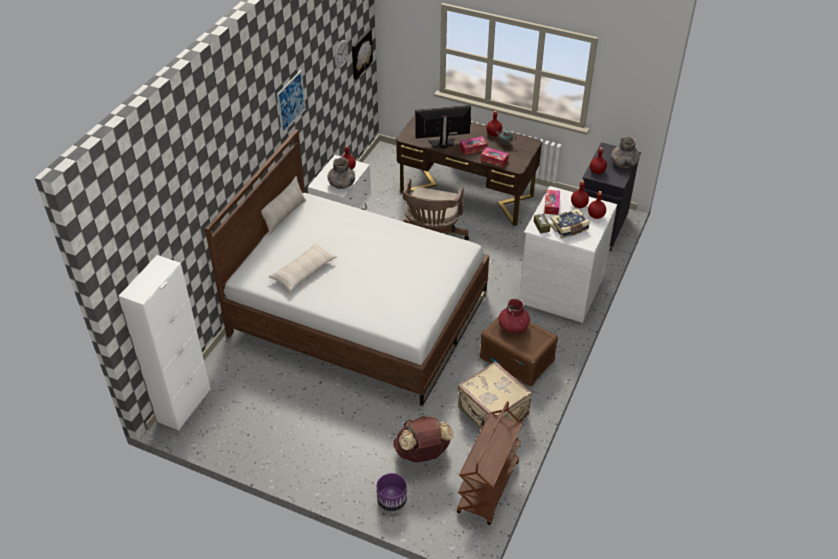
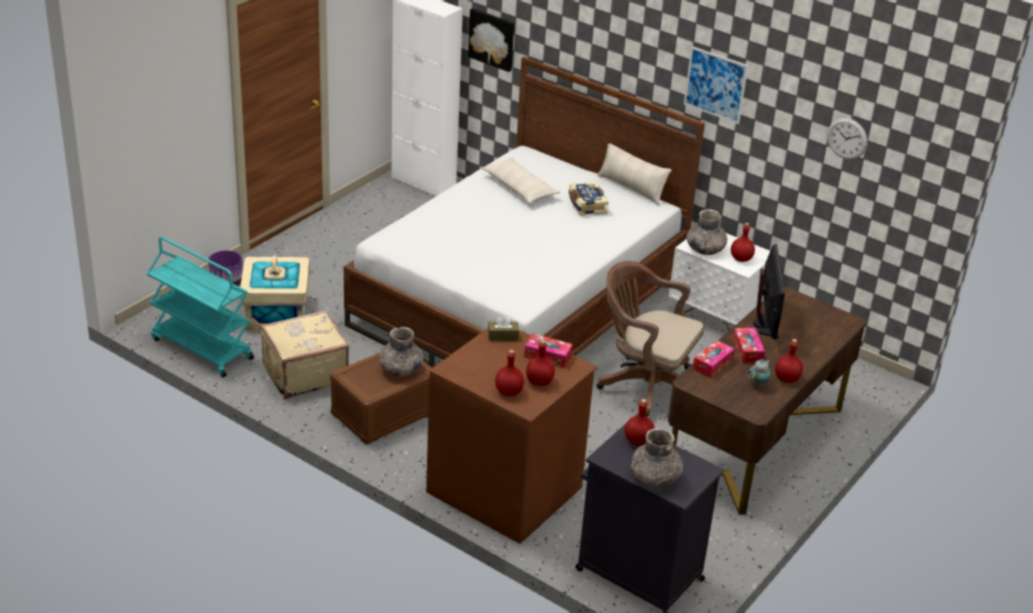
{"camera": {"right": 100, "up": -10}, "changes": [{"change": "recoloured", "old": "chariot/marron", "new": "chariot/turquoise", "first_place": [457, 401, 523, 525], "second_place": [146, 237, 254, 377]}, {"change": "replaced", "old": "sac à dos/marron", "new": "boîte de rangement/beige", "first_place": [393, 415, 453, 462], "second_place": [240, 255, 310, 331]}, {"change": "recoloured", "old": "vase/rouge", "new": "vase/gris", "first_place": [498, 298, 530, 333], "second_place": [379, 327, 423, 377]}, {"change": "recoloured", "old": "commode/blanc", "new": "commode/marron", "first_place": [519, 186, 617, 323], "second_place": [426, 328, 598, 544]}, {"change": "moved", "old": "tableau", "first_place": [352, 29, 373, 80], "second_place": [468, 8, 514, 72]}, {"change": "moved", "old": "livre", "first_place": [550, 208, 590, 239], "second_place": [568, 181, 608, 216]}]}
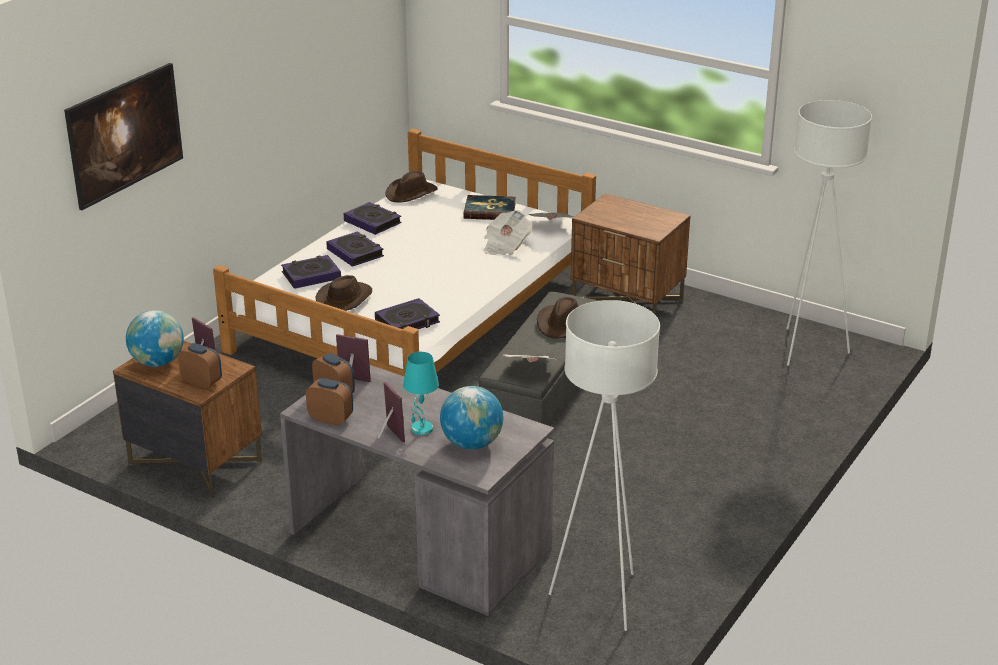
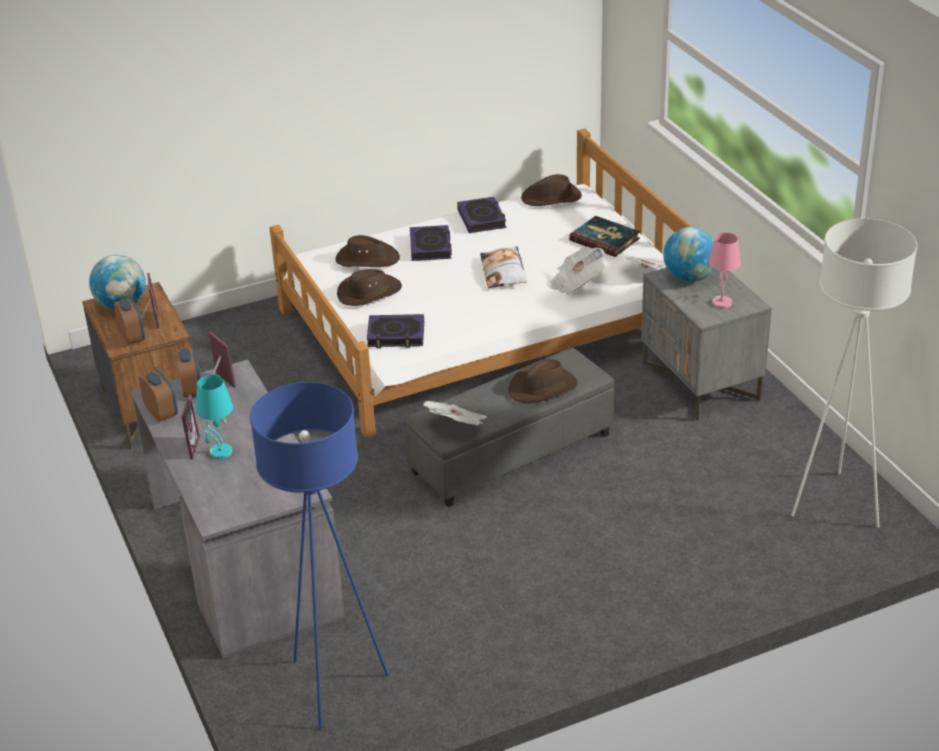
{"camera": {"right": 35, "up": 5}, "changes": [{"change": "recoloured", "old": "lampadaire/blanc", "new": "lampadaire/bleu", "first_place": [549, 300, 660, 631], "second_place": [250, 382, 389, 730]}, {"change": "replaced", "old": "livre", "new": "chapeau/marron", "first_place": [281, 255, 341, 289], "second_place": [335, 235, 400, 267]}, {"change": "added", "new": "coussin", "second_place": [480, 246, 527, 288]}, {"change": "recoloured", "old": "table de chevet/marron", "new": "table de chevet/gris", "first_place": [571, 193, 691, 315], "second_place": [641, 268, 772, 421]}, {"change": "moved", "old": "globe", "first_place": [440, 386, 503, 450], "second_place": [663, 227, 714, 282]}, {"change": "added", "new": "lampe de table/rose", "second_place": [708, 233, 741, 309]}, {"change": "removed", "old": "tableau", "first_place": [64, 63, 183, 210]}]}
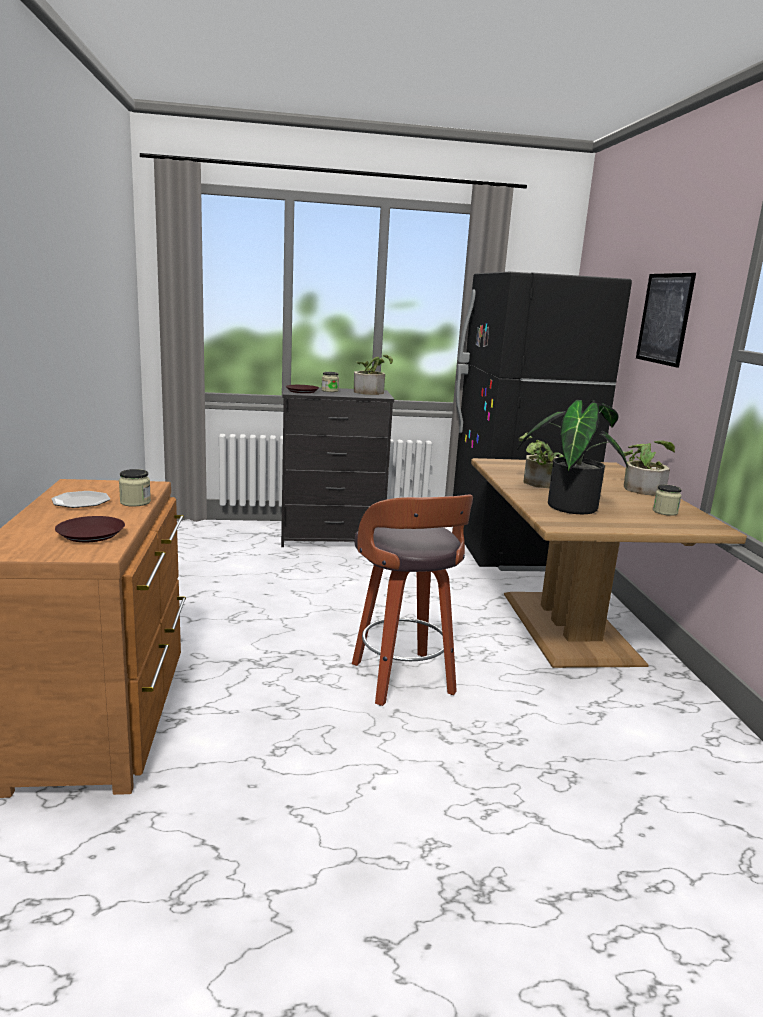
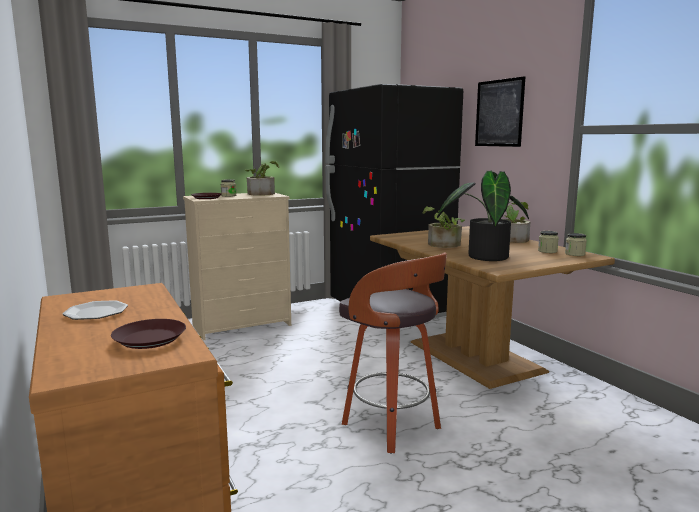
{"camera": {"right": -20, "up": -5}, "changes": [{"change": "recoloured", "old": "commode/noir", "new": "commode/beige", "first_place": [281, 386, 394, 547], "second_place": [183, 193, 291, 340]}, {"change": "moved", "old": "bocal", "first_place": [119, 469, 151, 507], "second_place": [565, 233, 587, 256]}]}
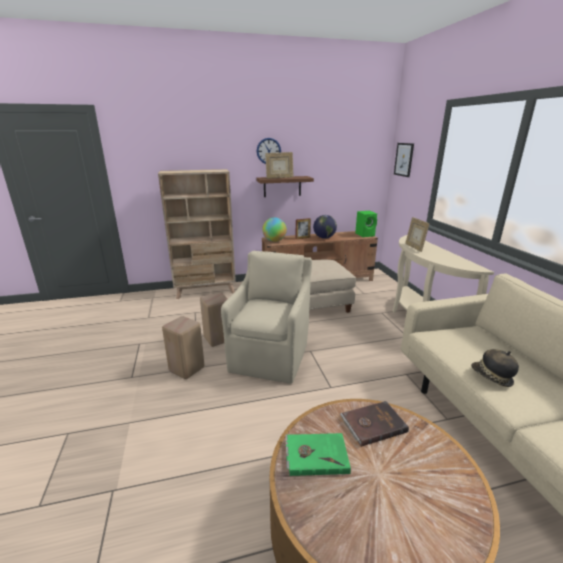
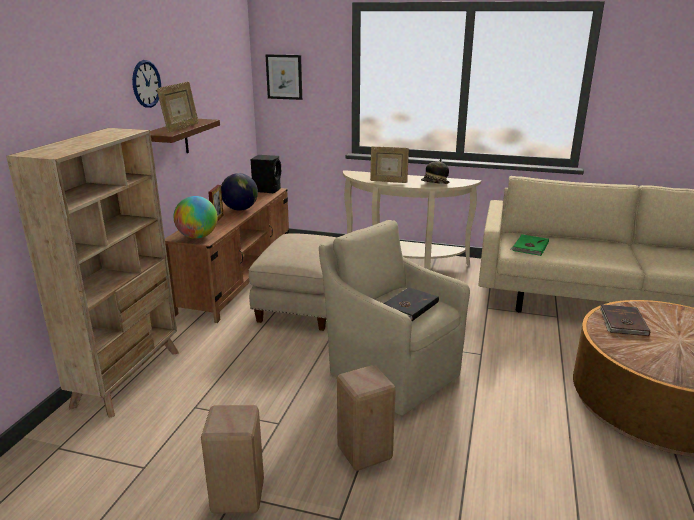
{"camera": {"right": -60, "up": 0}, "changes": [{"change": "moved", "old": "tabouret/beige", "first_place": [200, 292, 228, 347], "second_place": [201, 405, 264, 514]}, {"change": "recoloured", "old": "enceinte/vert", "new": "enceinte/noir", "first_place": [355, 211, 377, 237], "second_place": [251, 155, 281, 193]}, {"change": "added", "new": "livre/noir", "second_place": [383, 287, 439, 321]}, {"change": "moved", "old": "chapeau", "first_place": [471, 349, 519, 387], "second_place": [421, 159, 450, 184]}, {"change": "moved", "old": "livre/vert", "first_place": [286, 433, 351, 476], "second_place": [511, 234, 549, 256]}]}
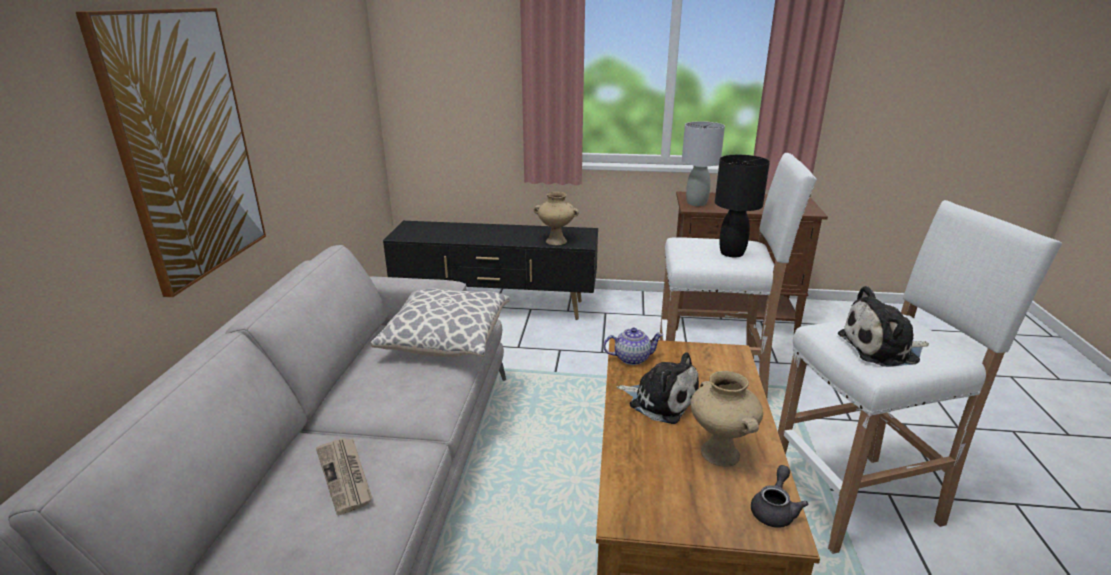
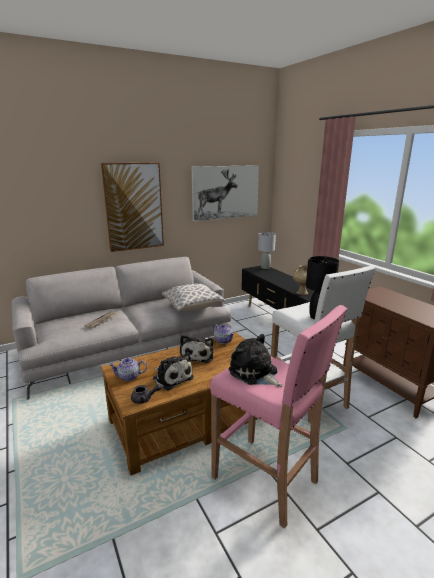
{"camera": {"right": 55, "up": -5}, "changes": [{"change": "added", "new": "théière", "second_place": [109, 358, 147, 381]}, {"change": "replaced", "old": "vase/beige", "new": "peluche", "first_place": [691, 371, 763, 467], "second_place": [153, 352, 194, 391]}, {"change": "added", "new": "tableau", "second_place": [192, 165, 259, 221]}, {"change": "recoloured", "old": "tabouret/blanc", "new": "tabouret/rose", "first_place": [778, 200, 1062, 554], "second_place": [210, 305, 347, 529]}, {"change": "moved", "old": "lampe de table/gris", "first_place": [682, 121, 725, 206], "second_place": [258, 232, 276, 269]}]}
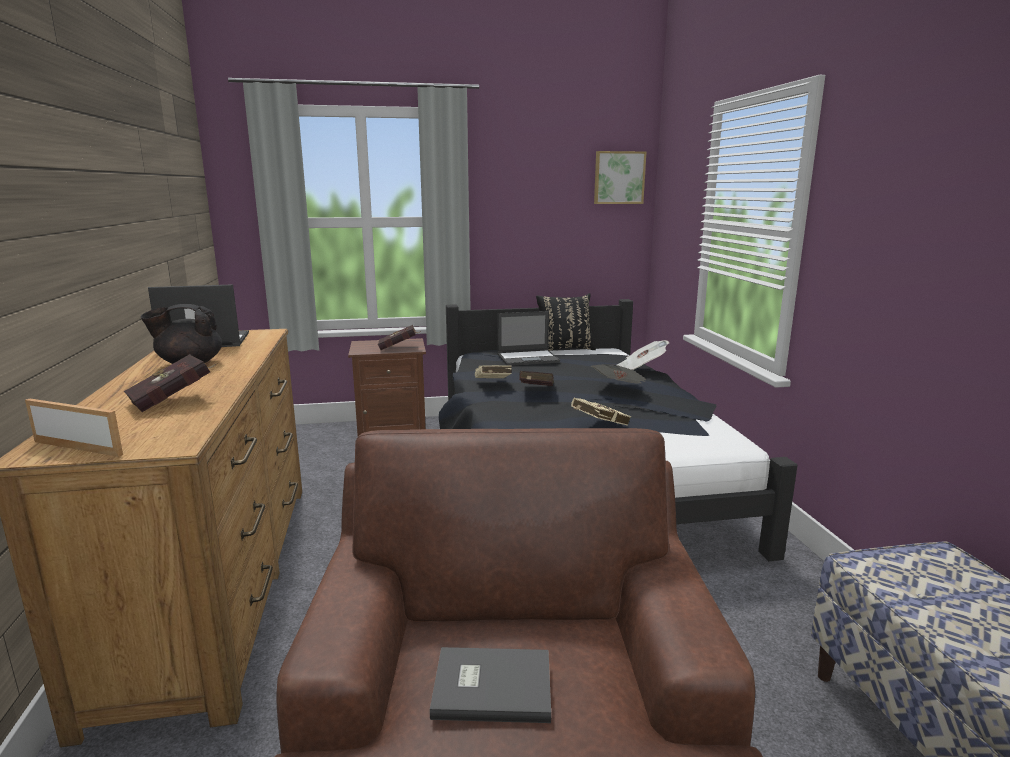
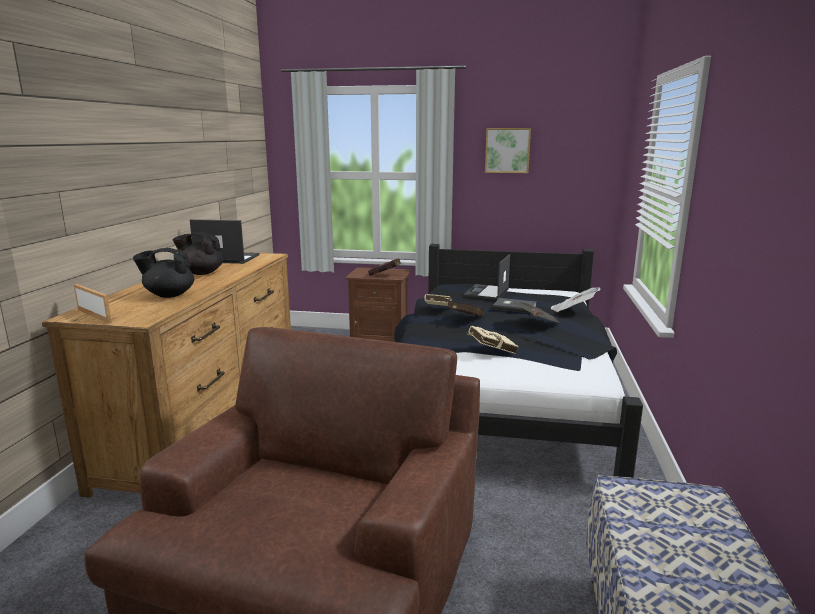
{"camera": {"right": 20, "up": 0}, "changes": [{"change": "replaced", "old": "livre/rouge", "new": "théière/noir", "first_place": [124, 354, 218, 412], "second_place": [133, 248, 194, 298]}, {"change": "turned", "old": "ordinateur portable", "first_place": [497, 311, 560, 366], "second_place": [463, 254, 510, 300], "degrees": 105}, {"change": "moved", "old": "tableau", "first_place": [594, 151, 646, 204], "second_place": [485, 128, 531, 173]}, {"change": "moved", "old": "livre/gris", "first_place": [430, 647, 551, 723], "second_place": [493, 298, 536, 313]}, {"change": "removed", "old": "coussin/noir", "first_place": [536, 293, 596, 351]}]}
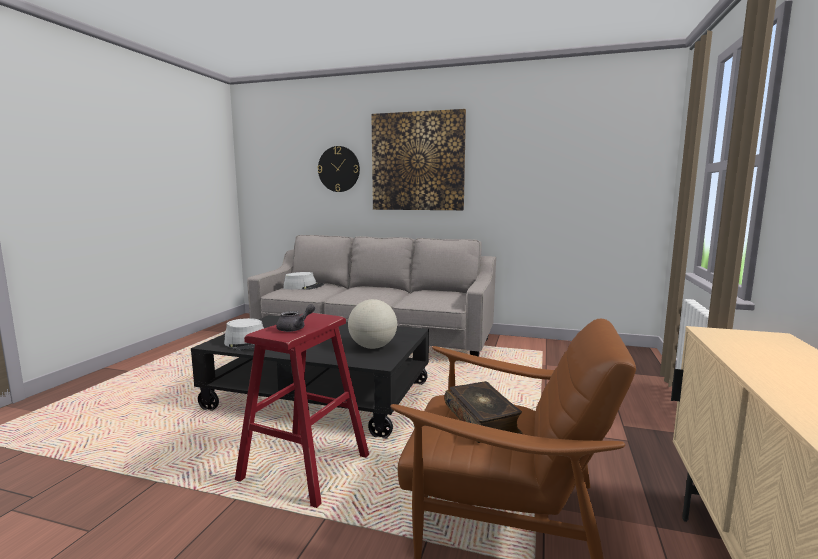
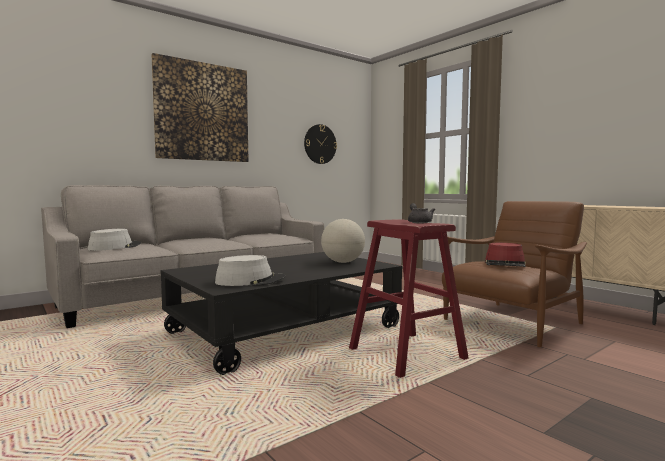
{"camera": {"right": -55, "up": -5}, "changes": [{"change": "moved", "old": "horloge murale", "first_place": [317, 146, 360, 192], "second_place": [304, 124, 337, 164]}, {"change": "replaced", "old": "livre", "new": "chapeau/rouge", "first_place": [445, 381, 522, 443], "second_place": [485, 243, 526, 267]}]}
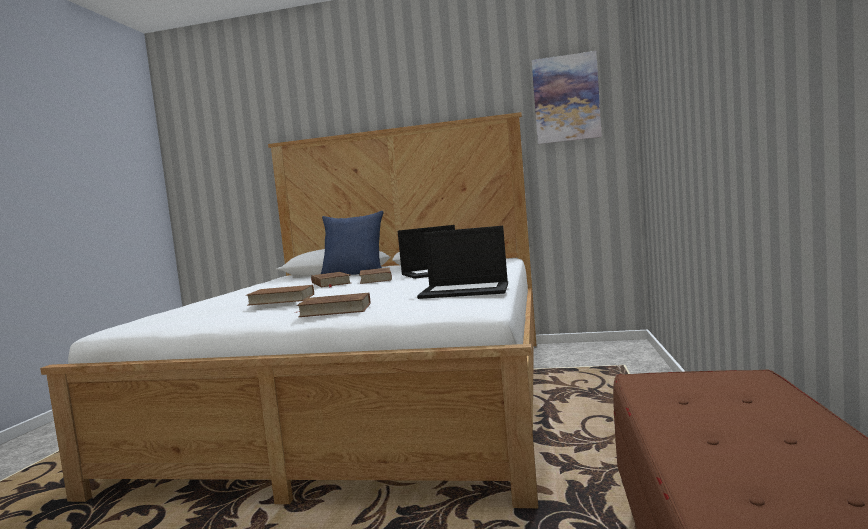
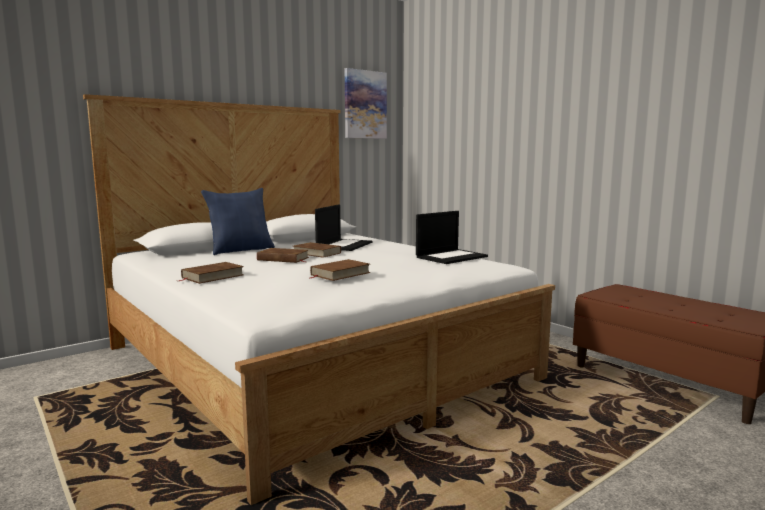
{"camera": {"right": -50, "up": 5}, "changes": [{"change": "moved", "old": "livre/marron", "first_place": [297, 293, 371, 317], "second_place": [179, 262, 244, 284]}]}
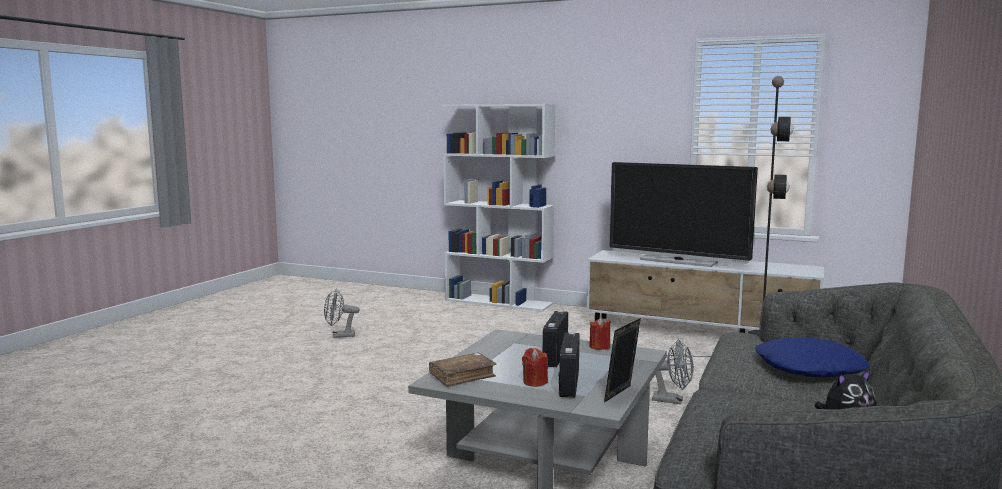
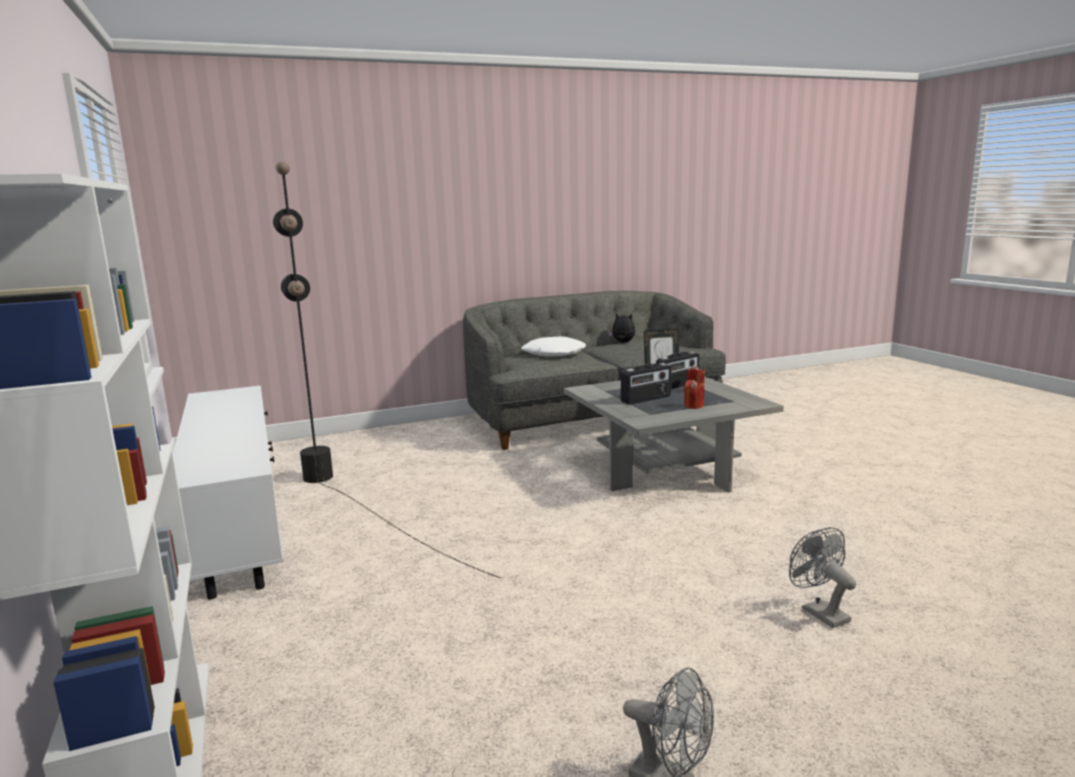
{"camera": {"right": -135, "up": 5}, "changes": [{"change": "recoloured", "old": "coussin/bleu", "new": "coussin/blanc", "first_place": [755, 337, 870, 377], "second_place": [521, 337, 586, 357]}, {"change": "moved", "old": "bougie/rouge", "first_place": [589, 317, 611, 350], "second_place": [684, 380, 704, 409]}, {"change": "moved", "old": "ventilateur/gris", "first_place": [652, 340, 694, 404], "second_place": [789, 527, 857, 628]}, {"change": "removed", "old": "livre/marron", "first_place": [429, 353, 497, 387]}, {"change": "removed", "old": "téléviseur", "first_place": [610, 162, 758, 267]}]}
